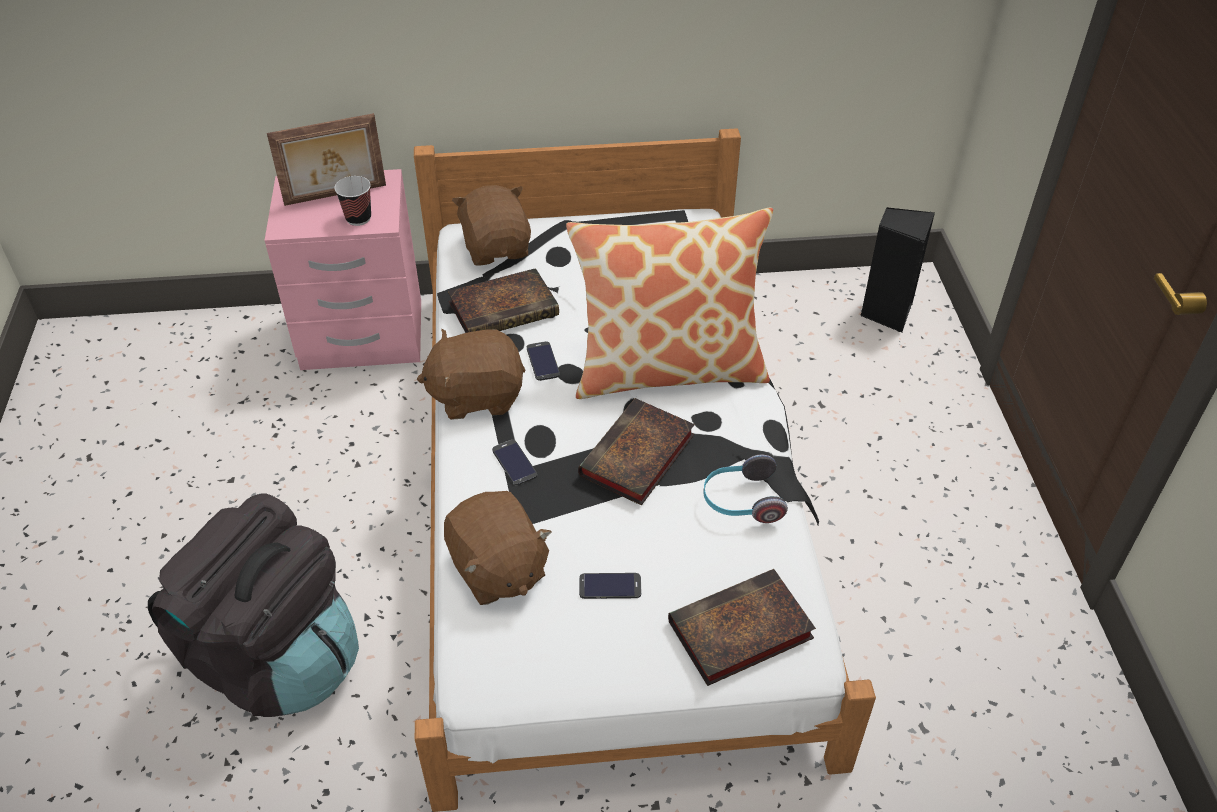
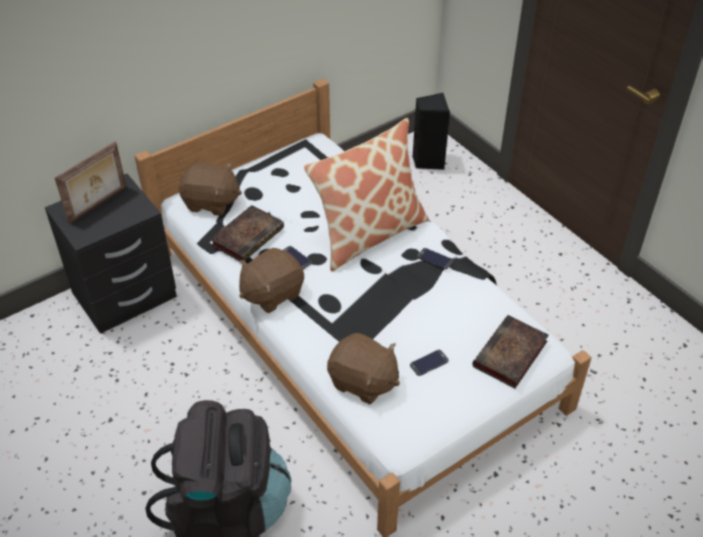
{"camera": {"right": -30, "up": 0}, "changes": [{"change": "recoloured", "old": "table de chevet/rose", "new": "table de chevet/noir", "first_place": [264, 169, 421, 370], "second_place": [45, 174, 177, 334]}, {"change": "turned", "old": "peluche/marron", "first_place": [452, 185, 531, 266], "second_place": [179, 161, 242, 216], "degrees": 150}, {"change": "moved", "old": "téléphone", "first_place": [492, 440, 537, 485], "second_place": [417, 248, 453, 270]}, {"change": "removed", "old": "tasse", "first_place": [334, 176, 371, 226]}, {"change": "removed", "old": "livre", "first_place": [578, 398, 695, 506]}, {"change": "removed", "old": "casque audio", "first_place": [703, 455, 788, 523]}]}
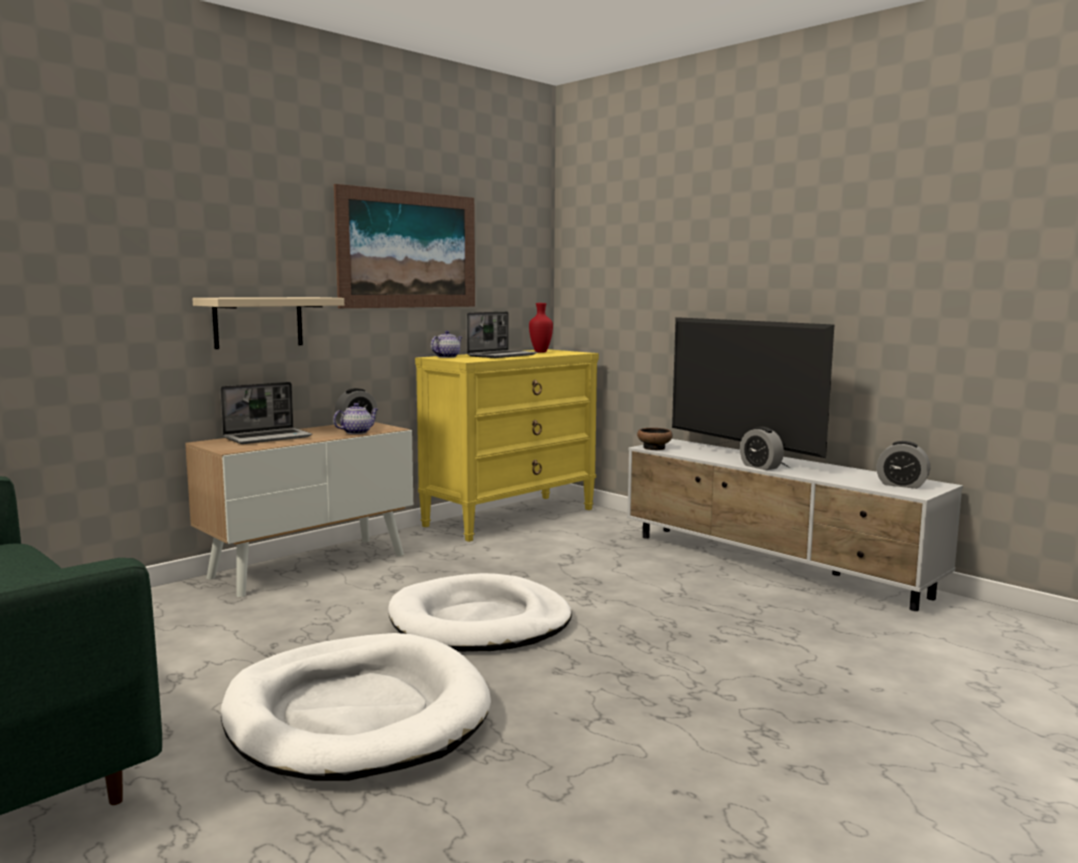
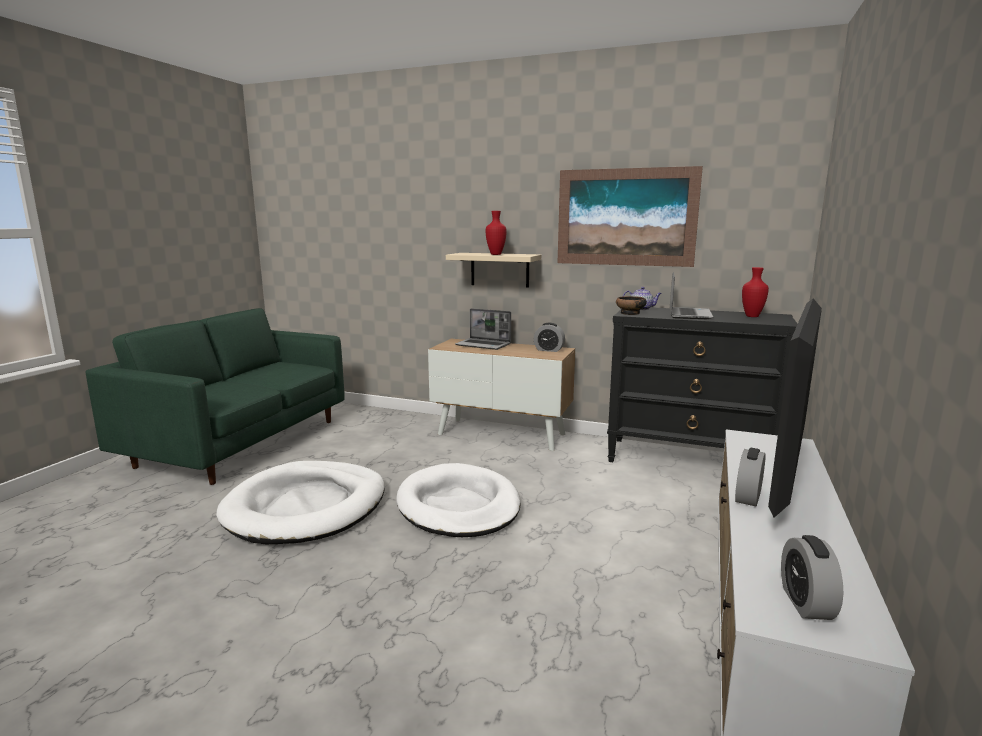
{"camera": {"right": 65, "up": 5}, "changes": [{"change": "added", "new": "vase/rouge", "second_place": [486, 211, 507, 255]}, {"change": "recoloured", "old": "commode/jaune", "new": "commode/noir", "first_place": [415, 349, 599, 542], "second_place": [607, 307, 798, 462]}, {"change": "moved", "old": "bol", "first_place": [637, 428, 673, 450], "second_place": [616, 296, 647, 315]}, {"change": "turned", "old": "ordinateur portable", "first_place": [467, 312, 538, 358], "second_place": [670, 272, 713, 319], "degrees": -90}, {"change": "removed", "old": "théière", "first_place": [333, 403, 378, 434]}]}
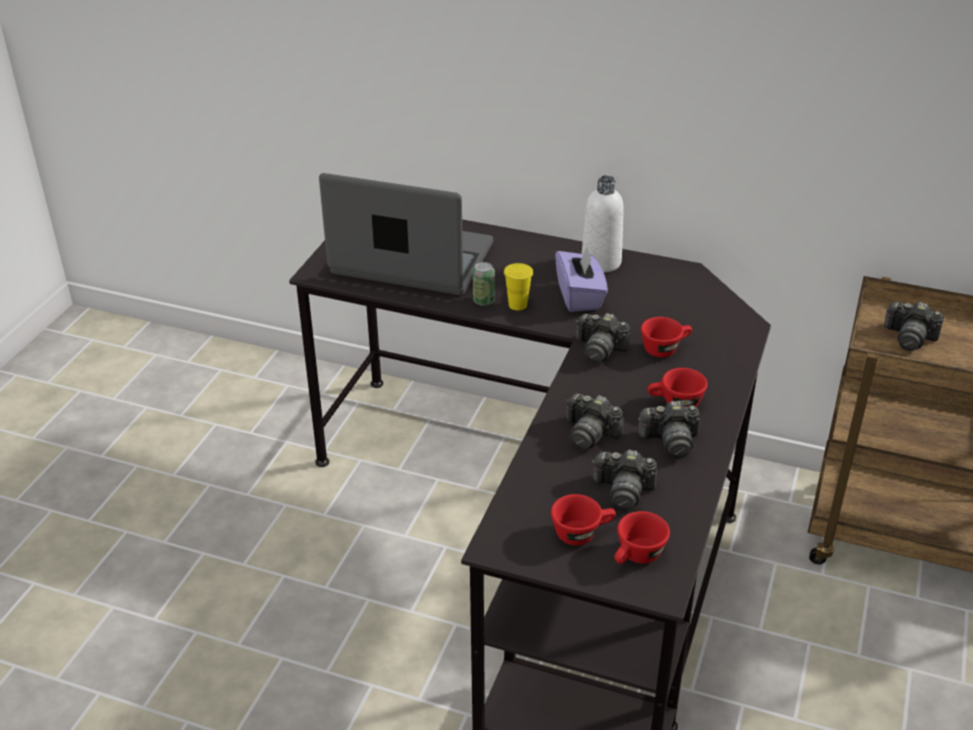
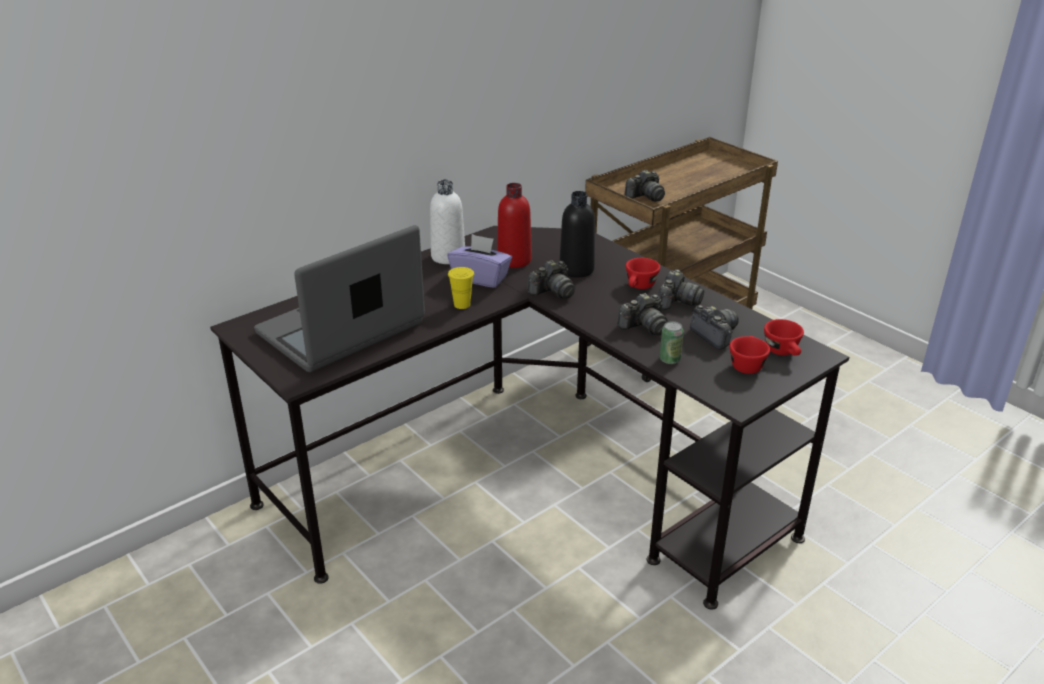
{"camera": {"right": -60, "up": -5}, "changes": [{"change": "added", "new": "bouteille/rouge", "second_place": [497, 183, 532, 268]}, {"change": "replaced", "old": "tasse/rouge", "new": "bouteille/noir", "first_place": [641, 317, 692, 358], "second_place": [559, 191, 595, 278]}, {"change": "moved", "old": "boîte métallique", "first_place": [473, 262, 495, 306], "second_place": [660, 321, 684, 364]}, {"change": "turned", "old": "appareil photo", "first_place": [592, 450, 657, 510], "second_place": [690, 305, 739, 350], "degrees": -75}]}
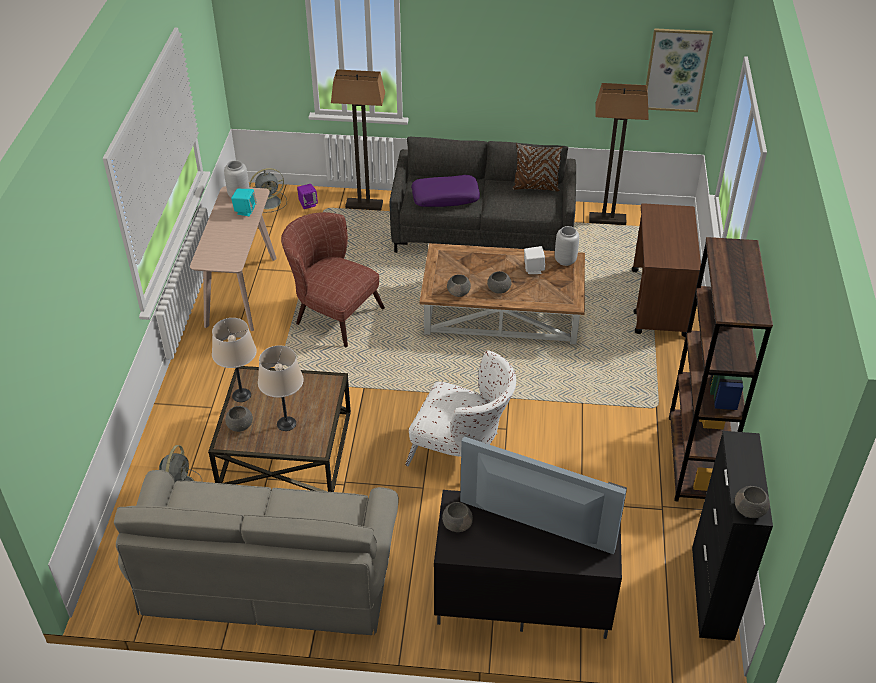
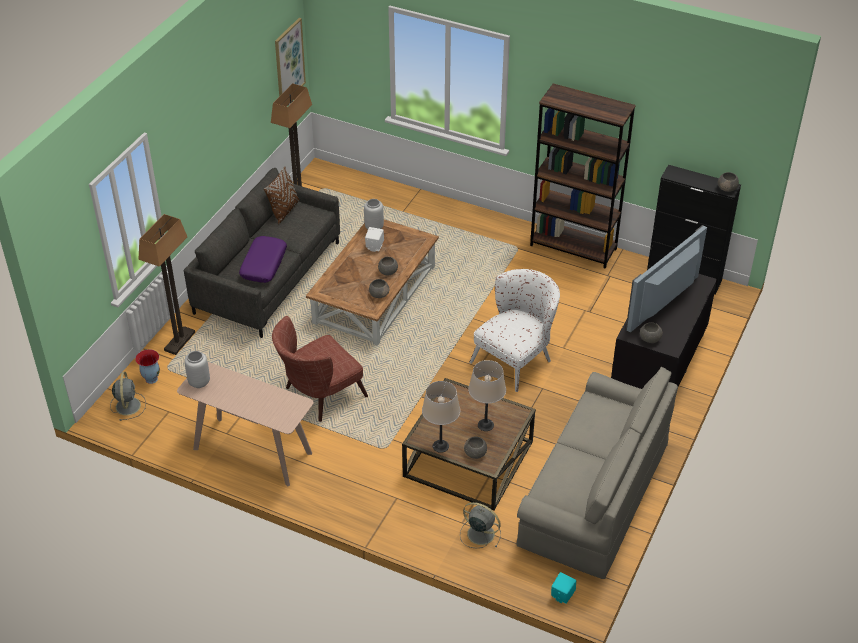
{"camera": {"right": -70, "up": 0}, "changes": [{"change": "replaced", "old": "enceinte/violet", "new": "vase", "first_place": [297, 184, 318, 209], "second_place": [135, 349, 160, 384]}, {"change": "moved", "old": "enceinte/turquoise", "first_place": [231, 189, 257, 216], "second_place": [551, 572, 576, 604]}, {"change": "removed", "old": "chariot/marron", "first_place": [632, 203, 701, 337]}]}
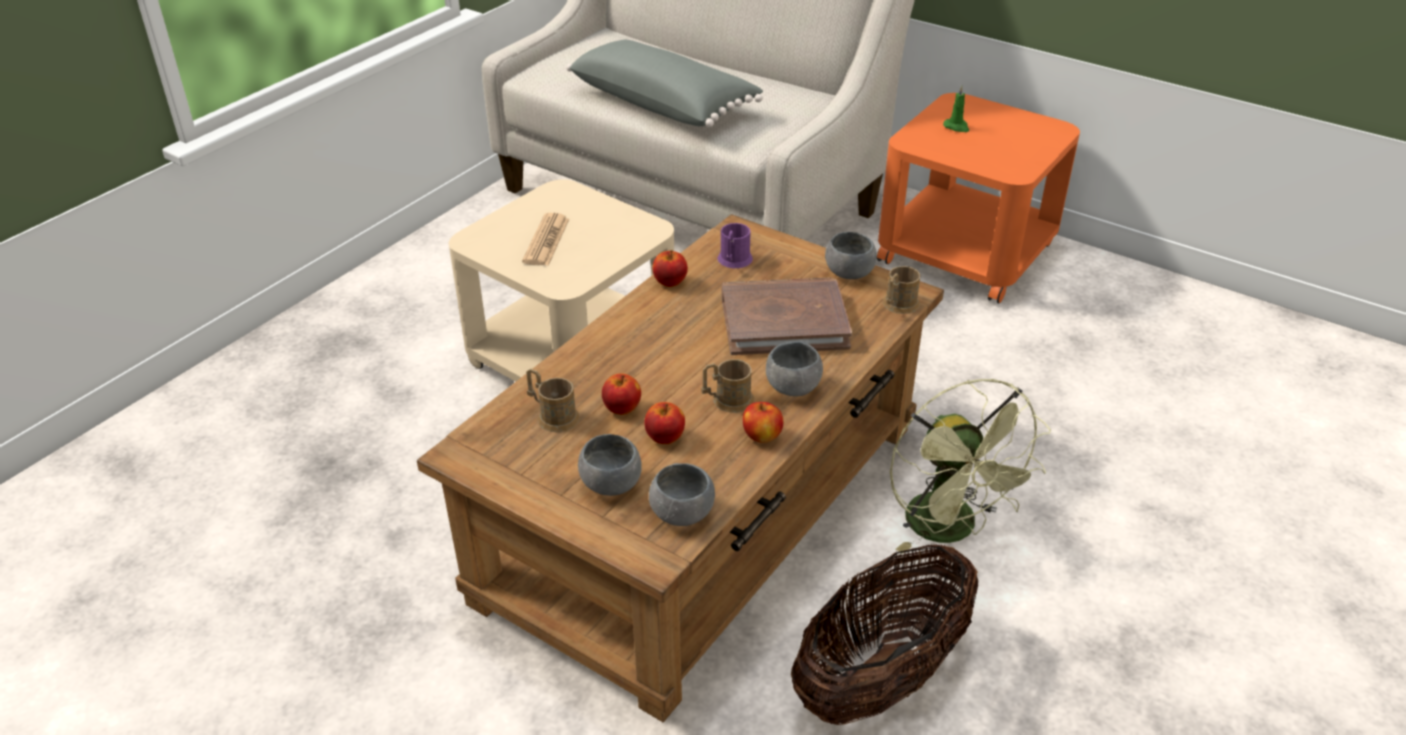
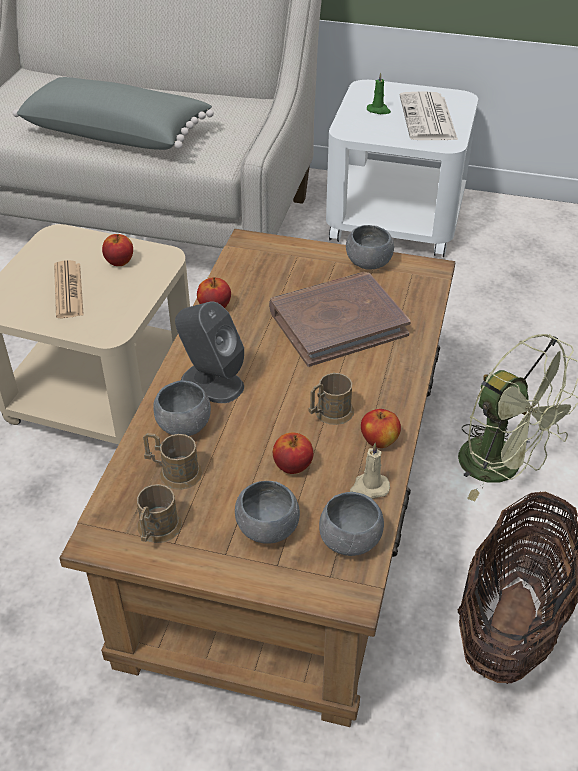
{"camera": {"right": -20, "up": 5}, "changes": [{"change": "moved", "old": "pomme", "first_place": [602, 373, 641, 415], "second_place": [102, 234, 133, 266]}, {"change": "moved", "old": "mug/marron", "first_place": [883, 266, 921, 314], "second_place": [137, 484, 182, 543]}, {"change": "moved", "old": "bol/gris", "first_place": [766, 341, 823, 396], "second_place": [153, 380, 211, 436]}, {"change": "added", "new": "enceinte/gris", "second_place": [175, 301, 244, 403]}, {"change": "recoloured", "old": "table d'appoint/orange", "new": "table d'appoint/blanc", "first_place": [877, 93, 1080, 303], "second_place": [326, 80, 478, 257]}, {"change": "added", "new": "bougie/beige", "second_place": [350, 443, 390, 499]}, {"change": "added", "new": "journal", "second_place": [400, 91, 458, 140]}, {"change": "removed", "old": "mug/violet", "first_place": [717, 223, 753, 268]}]}
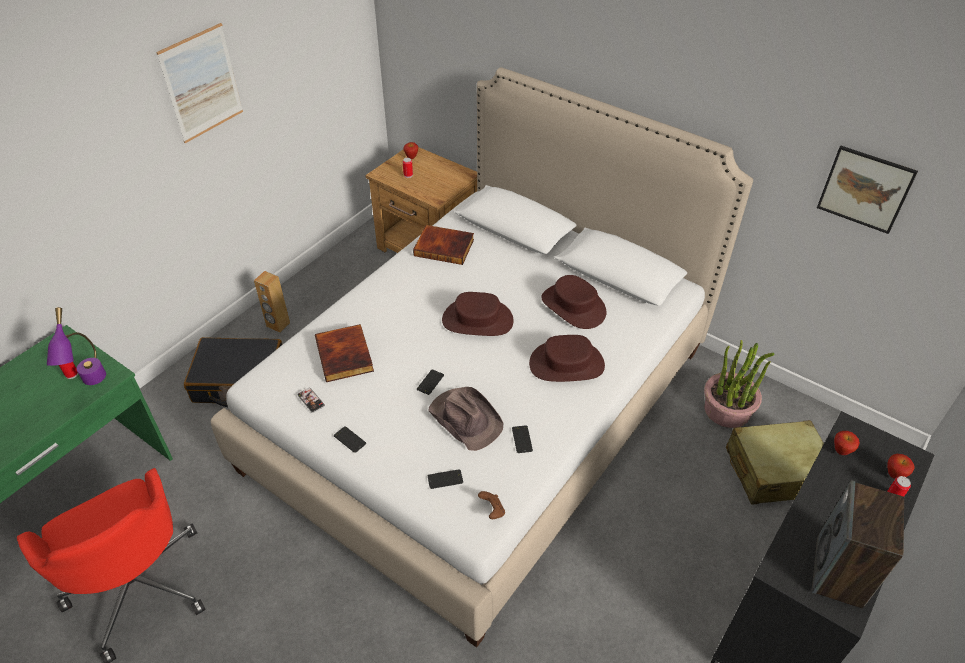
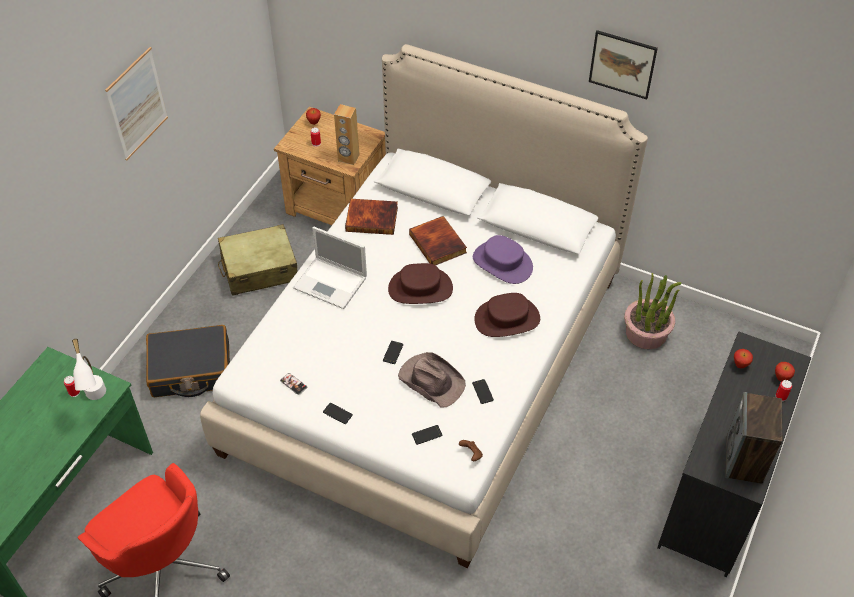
{"camera": {"right": -10, "up": 5}, "changes": [{"change": "recoloured", "old": "lampe de table/violet", "new": "lampe de table/blanc", "first_place": [47, 307, 106, 385], "second_place": [72, 339, 106, 400]}, {"change": "moved", "old": "valise/beige", "first_place": [726, 420, 824, 505], "second_place": [218, 224, 298, 296]}, {"change": "added", "new": "ordinateur portable", "second_place": [293, 227, 367, 309]}, {"change": "moved", "old": "enceinte/marron", "first_place": [254, 271, 290, 333], "second_place": [334, 104, 360, 165]}, {"change": "moved", "old": "livre", "first_place": [315, 324, 374, 382], "second_place": [409, 216, 467, 265]}, {"change": "recoloured", "old": "chapeau/marron", "new": "chapeau/violet", "first_place": [541, 275, 606, 329], "second_place": [473, 235, 533, 284]}, {"change": "moved", "old": "tableau", "first_place": [817, 146, 918, 234], "second_place": [589, 30, 658, 99]}]}
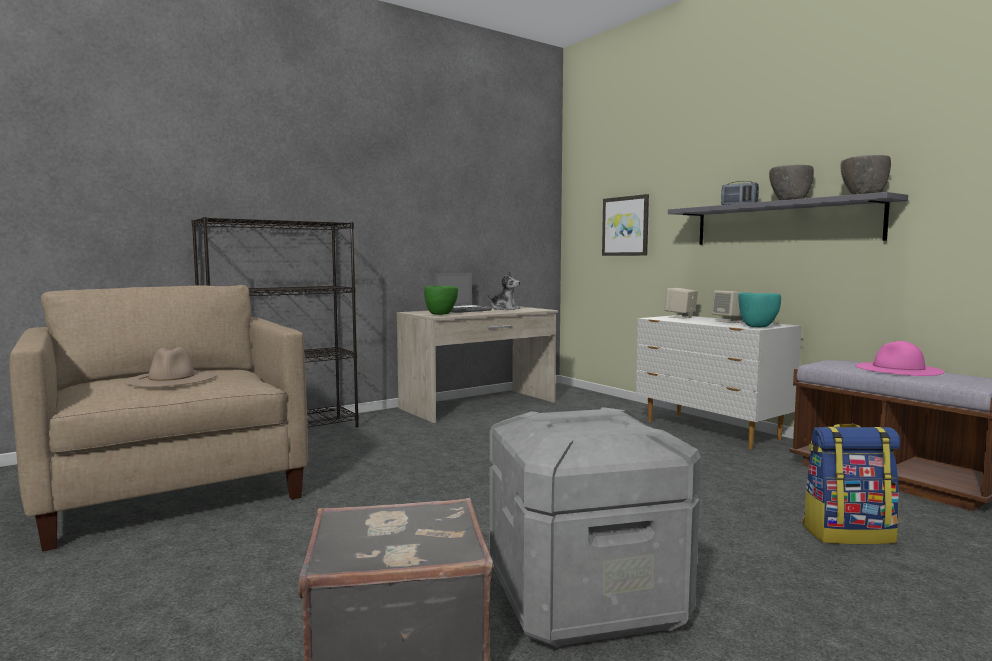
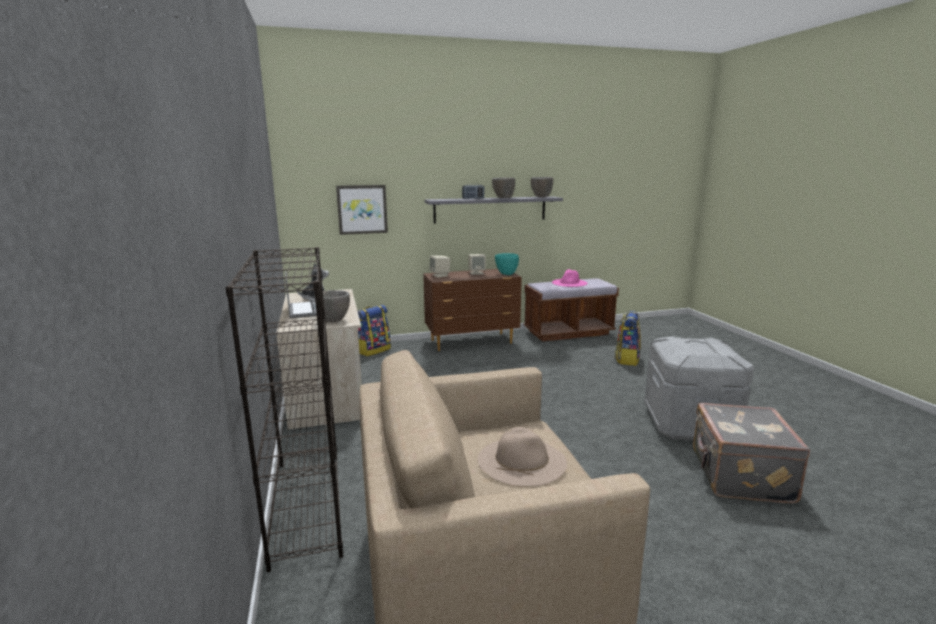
{"camera": {"right": -70, "up": 10}, "changes": [{"change": "recoloured", "old": "bol/vert", "new": "bol/gris", "first_place": [424, 286, 458, 315], "second_place": [323, 290, 350, 322]}, {"change": "added", "new": "sac à dos", "second_place": [358, 305, 391, 356]}, {"change": "recoloured", "old": "commode/blanc", "new": "commode/marron", "first_place": [636, 315, 802, 449], "second_place": [423, 269, 522, 351]}]}
